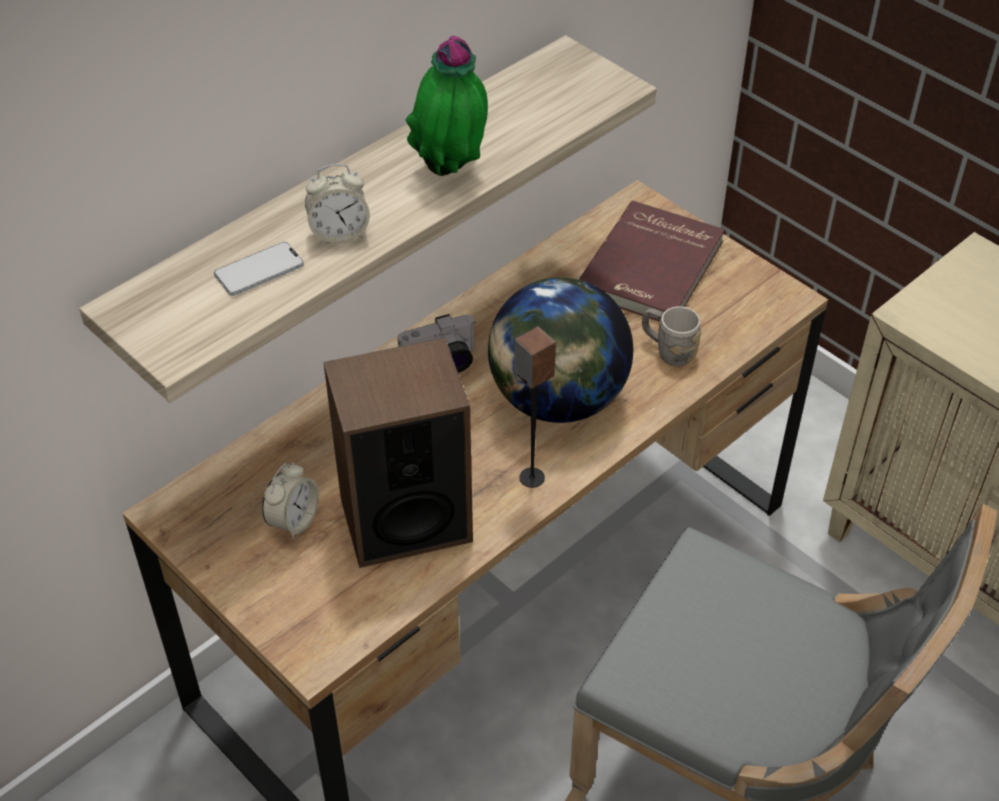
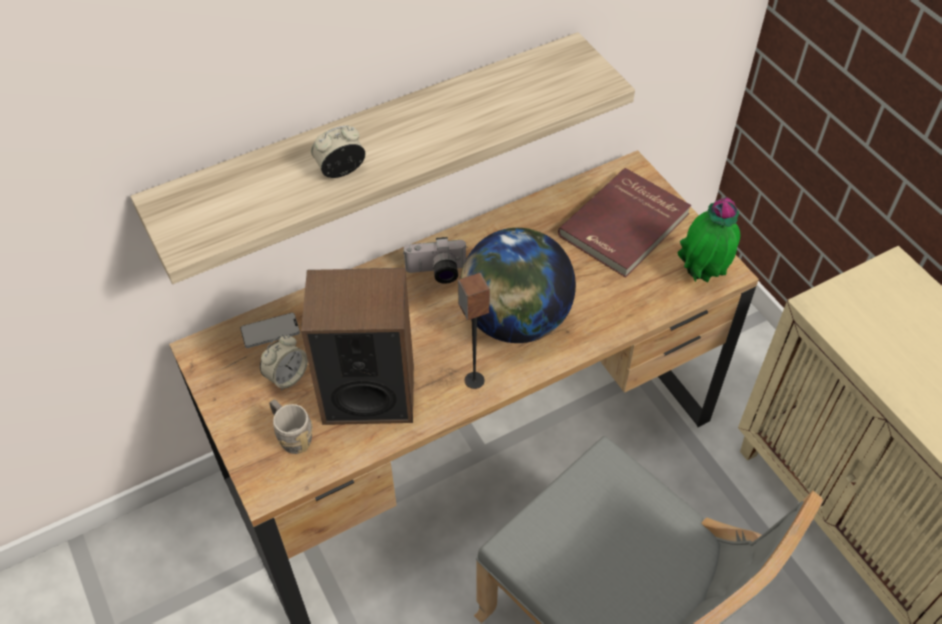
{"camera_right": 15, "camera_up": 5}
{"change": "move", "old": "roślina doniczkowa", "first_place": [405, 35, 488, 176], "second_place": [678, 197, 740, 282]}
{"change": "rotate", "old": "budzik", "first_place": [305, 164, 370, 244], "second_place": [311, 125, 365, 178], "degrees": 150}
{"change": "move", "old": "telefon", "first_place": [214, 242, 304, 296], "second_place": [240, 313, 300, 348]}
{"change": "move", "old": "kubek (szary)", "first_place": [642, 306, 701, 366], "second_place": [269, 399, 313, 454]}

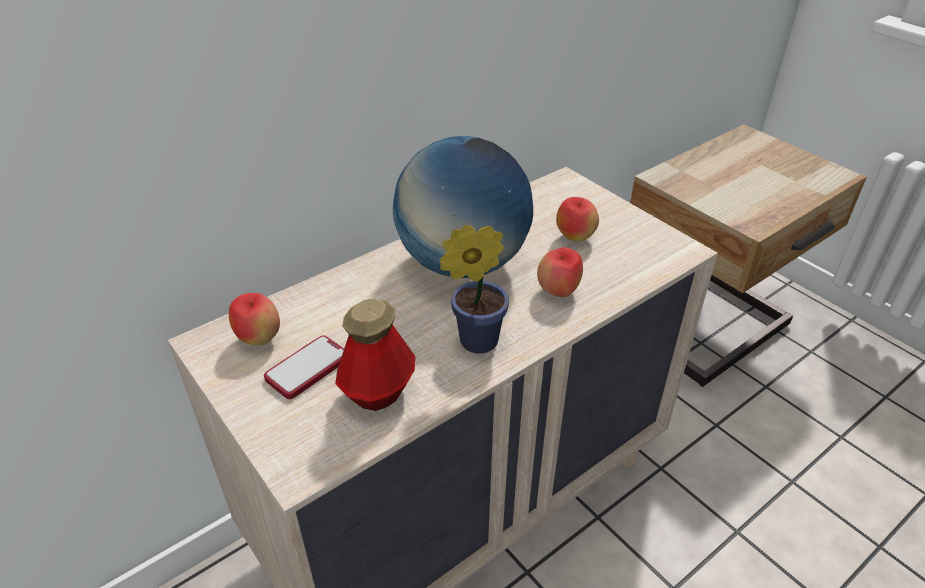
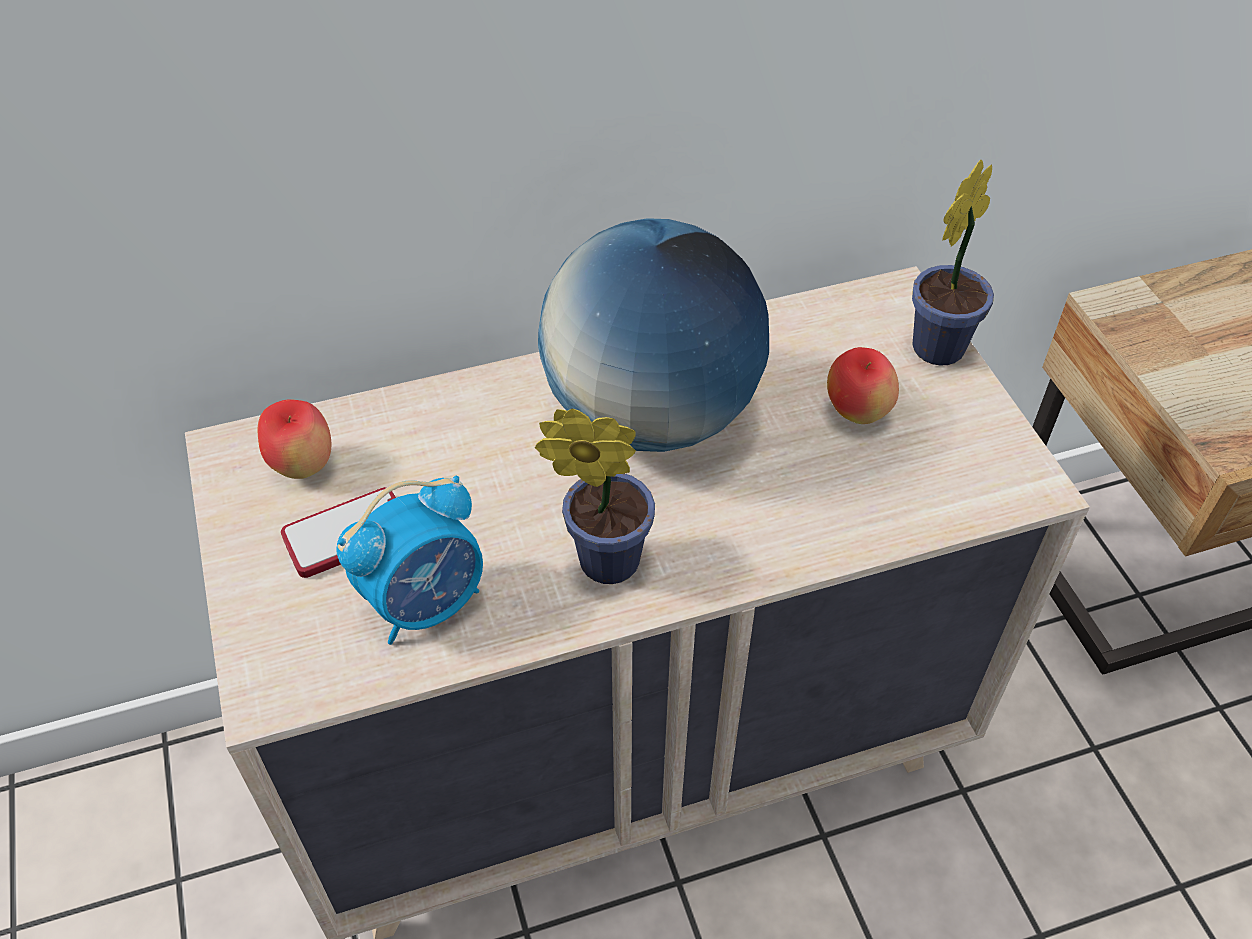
{"camera_right": 20, "camera_up": 10}
{"change": "delete", "old": "jabłko", "first_place": [537, 247, 583, 297]}
{"change": "replace", "old": "butelka", "new": "budzik", "first_place": [335, 298, 415, 411], "second_place": [337, 476, 483, 645]}
{"change": "insert", "new": "roślina doniczkowa", "second_place": [912, 160, 994, 365]}

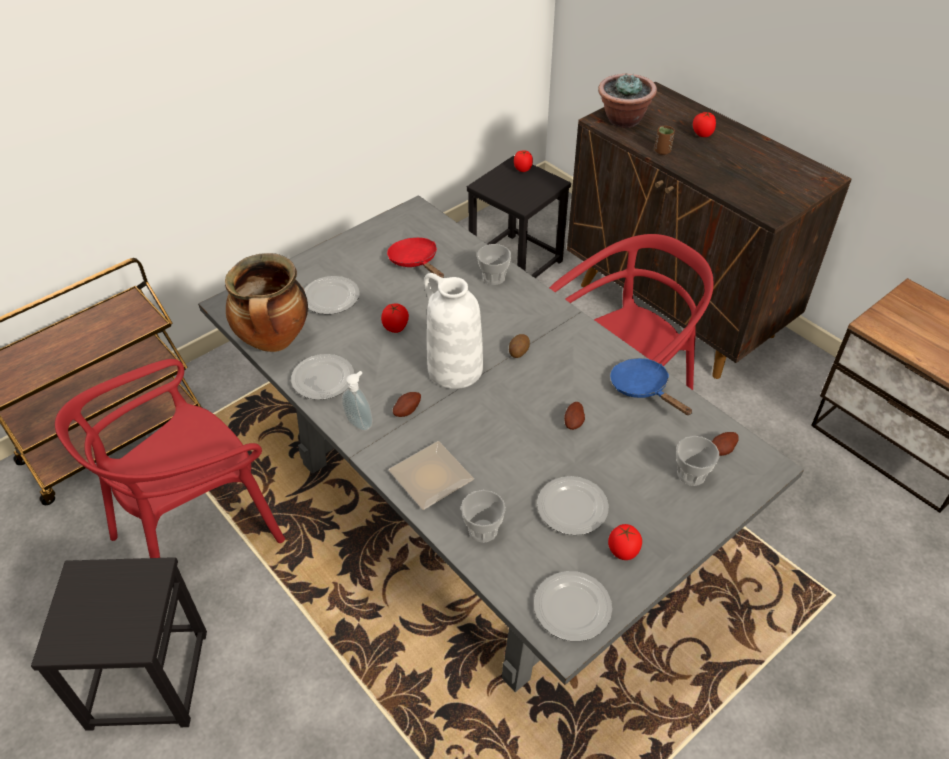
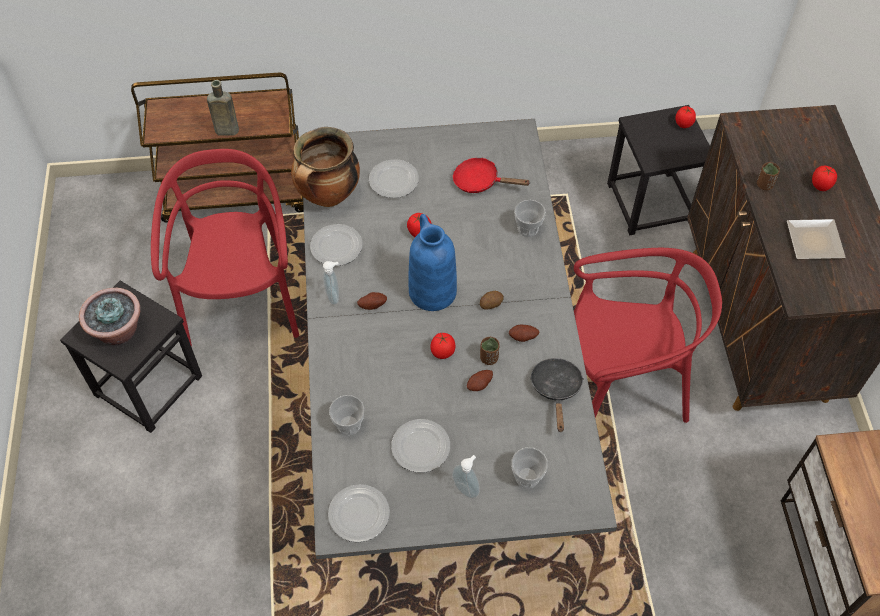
{"camera_right": 35, "camera_up": 10}
{"change": "move", "old": "roślina doniczkowa", "first_place": [598, 73, 657, 128], "second_place": [79, 288, 141, 345]}
{"change": "rotate", "old": "patelnia (czerwony)", "first_place": [387, 237, 444, 278], "second_place": [453, 157, 531, 193], "degrees": -75}
{"change": "recolor", "old": "wazon (biały)", "new": "wazon (niebieski)", "first_place": [424, 273, 483, 389], "second_place": [408, 214, 457, 311]}
{"change": "recolor", "old": "patelnia (niebieski)", "new": "patelnia (czarny)", "first_place": [610, 358, 692, 415], "second_place": [530, 358, 584, 432]}
{"change": "rotate", "old": "krzesło (czerwony)", "first_place": [55, 359, 285, 558], "second_place": [151, 149, 299, 347], "degrees": 90}
{"change": "move", "old": "ziemniak", "first_place": [712, 432, 739, 456], "second_place": [509, 324, 539, 342]}
{"change": "move", "old": "talerz", "first_place": [388, 441, 474, 510], "second_place": [787, 219, 846, 259]}
{"change": "move", "old": "pomidor", "first_place": [608, 524, 642, 560], "second_place": [430, 333, 455, 359]}
{"change": "insert", "new": "butelka (brązowy)", "second_place": [207, 80, 239, 135]}
{"change": "insert", "new": "filiżanka (brązowy)", "second_place": [480, 337, 500, 365]}
{"change": "insert", "new": "dozownik mydła", "second_place": [452, 455, 480, 498]}

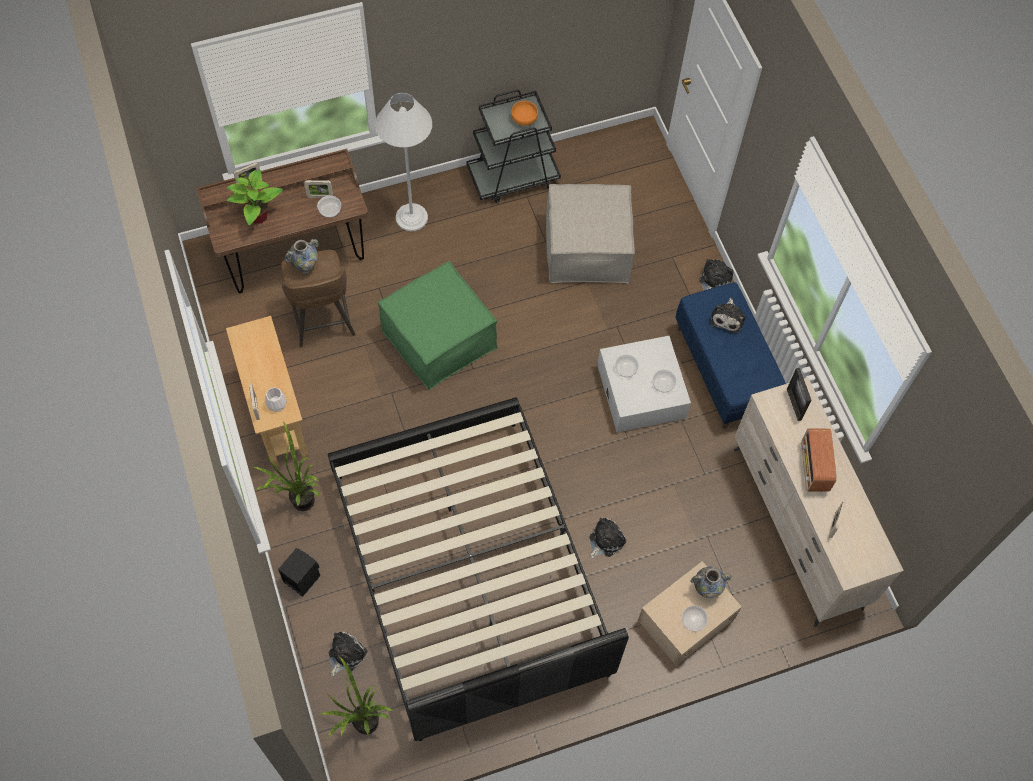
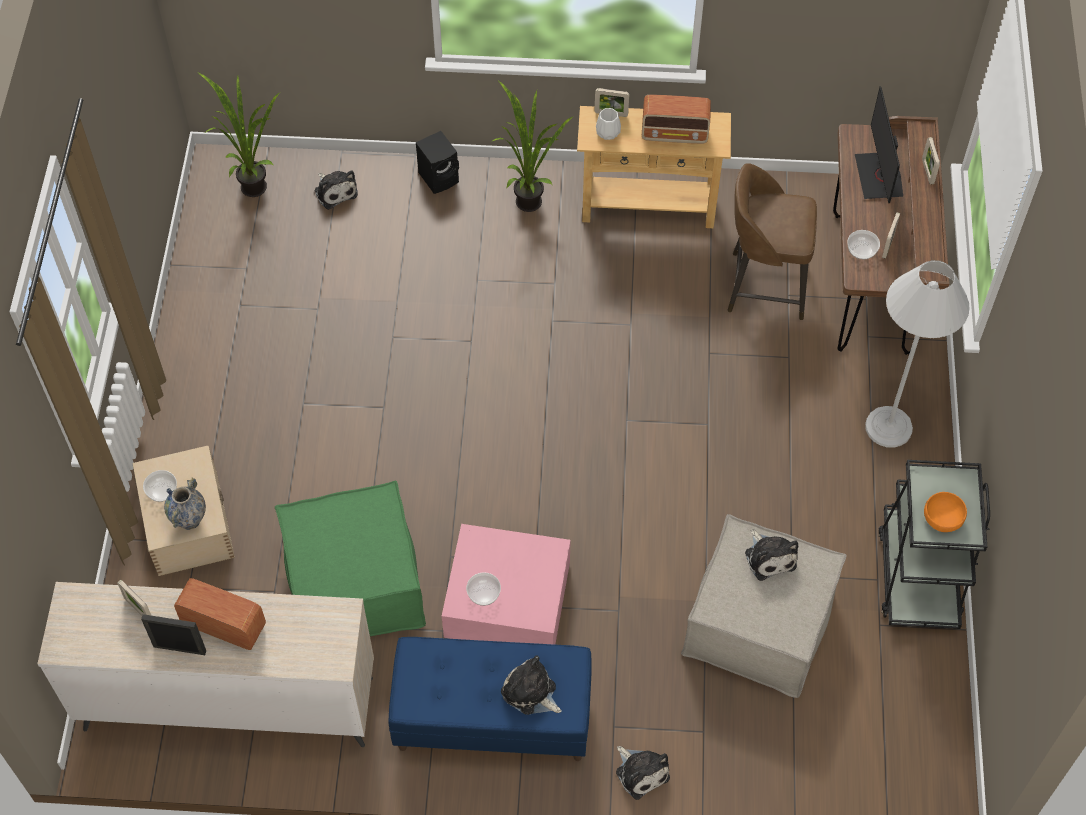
{"camera_right": 115, "camera_up": -5}
{"change": "replace", "old": "roślina doniczkowa", "new": "monitor", "first_place": [227, 170, 283, 225], "second_place": [855, 86, 903, 204]}
{"change": "delete", "old": "wazon", "first_place": [285, 239, 319, 273]}
{"change": "move", "old": "pufa (zielony)", "first_place": [378, 261, 497, 390], "second_place": [275, 481, 426, 636]}
{"change": "recolor", "old": "pojemnik do przechowywania (biały)", "new": "pojemnik do przechowywania (różowy)", "first_place": [597, 336, 691, 433], "second_place": [442, 524, 571, 645]}
{"change": "delete", "old": "miska", "first_place": [615, 355, 639, 377]}
{"change": "move", "old": "ramka na zdjęcie", "first_place": [787, 368, 812, 421], "second_place": [141, 614, 206, 655]}
{"change": "delete", "old": "łóżko (czarny)", "first_place": [328, 397, 629, 741]}
{"change": "move", "old": "pluszak", "first_place": [590, 518, 626, 559], "second_place": [745, 529, 798, 581]}
{"change": "insert", "new": "radio", "second_place": [642, 94, 711, 144]}

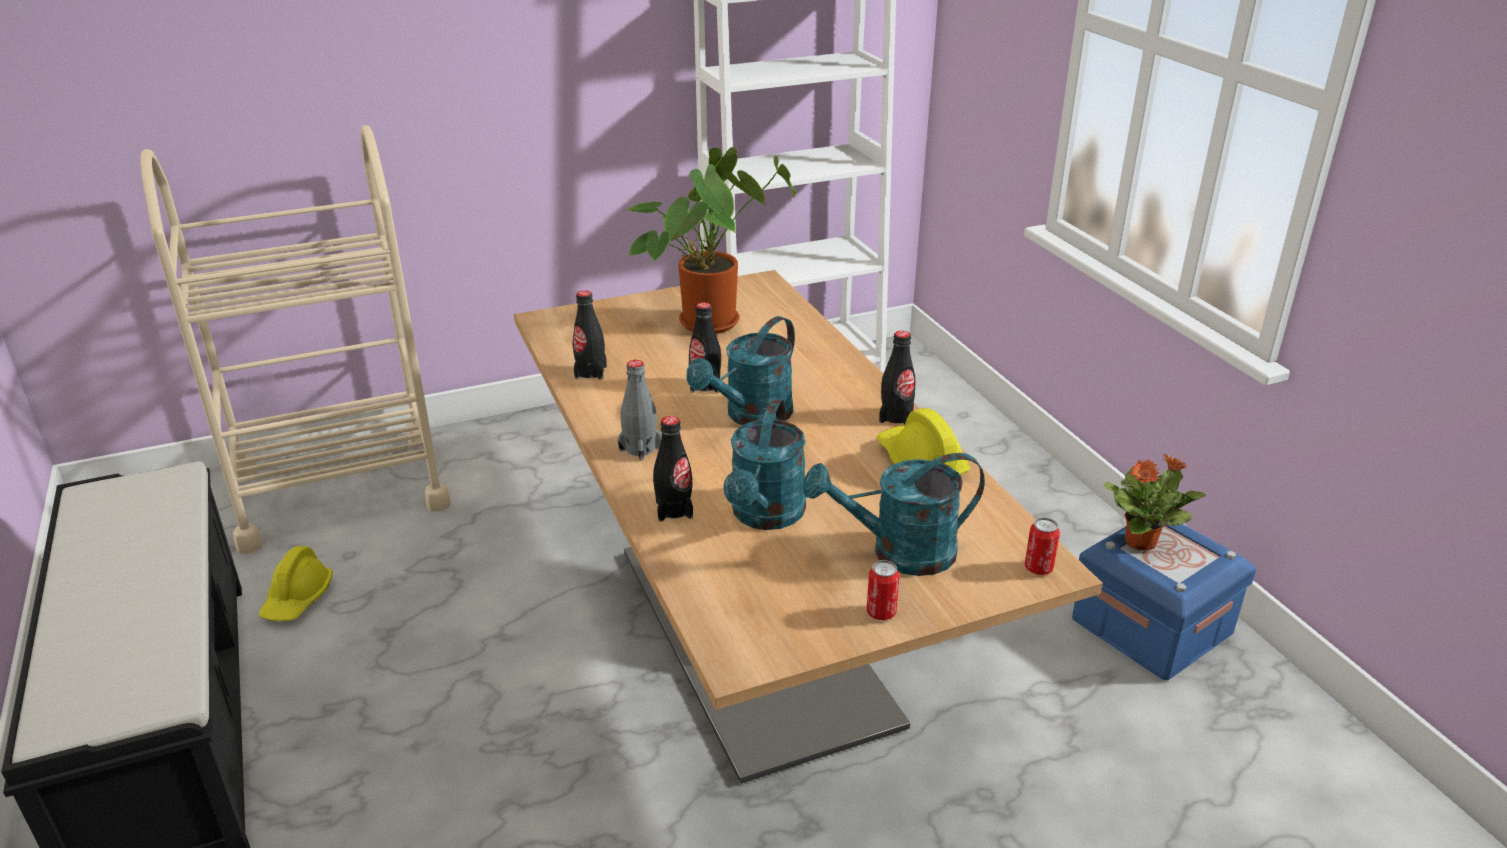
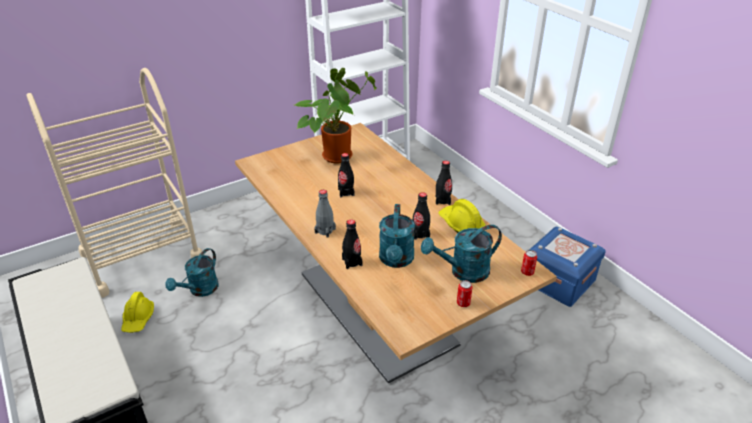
{"camera_right": -10, "camera_up": 5}
{"change": "move", "old": "butelka (czarny)", "first_place": [572, 290, 607, 380], "second_place": [413, 192, 430, 240]}
{"change": "move", "old": "konewka (turkusowy)", "first_place": [686, 316, 795, 425], "second_place": [165, 248, 219, 297]}
{"change": "delete", "old": "roślina doniczkowa", "first_place": [1104, 454, 1206, 550]}

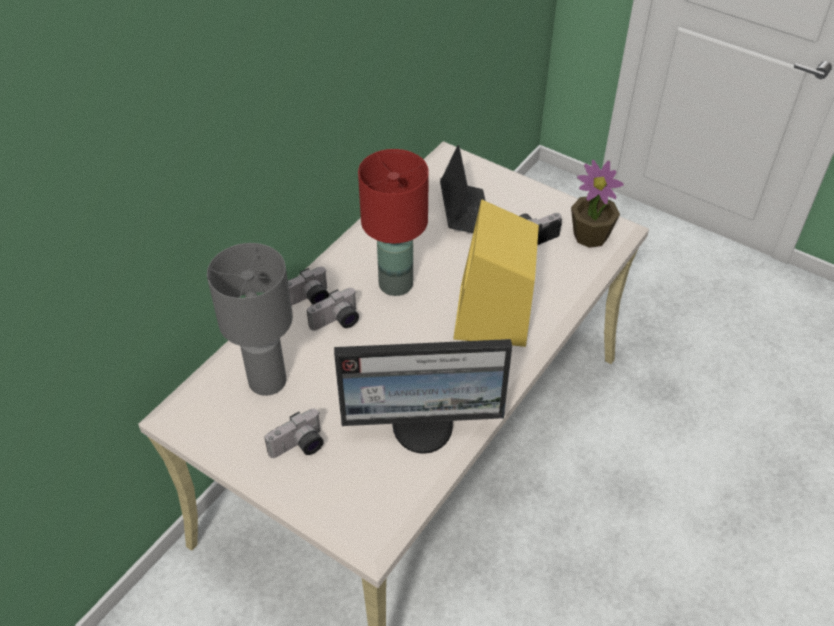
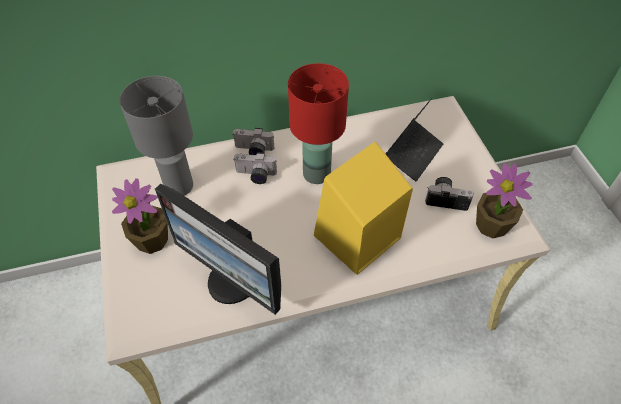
{"camera_right": 40, "camera_up": 5}
{"change": "replace", "old": "aparat fotograficzny", "new": "roślina doniczkowa", "first_place": [265, 408, 324, 458], "second_place": [112, 178, 168, 254]}

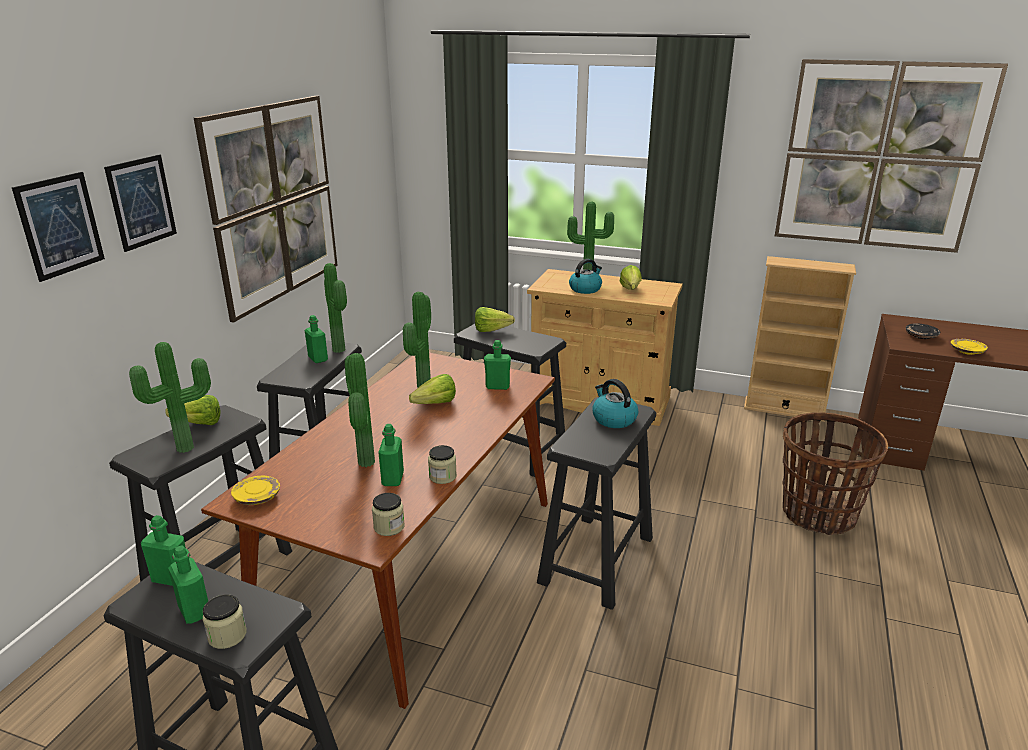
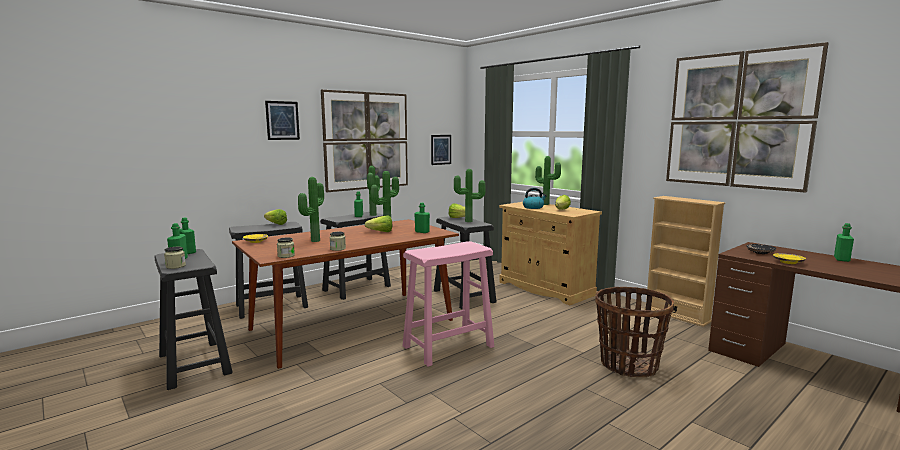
{"camera_right": 30, "camera_up": -15}
{"change": "move", "old": "obraz", "first_place": [12, 172, 105, 282], "second_place": [431, 135, 451, 165]}
{"change": "move", "old": "roślina doniczkowa", "first_place": [129, 342, 211, 453], "second_place": [454, 169, 485, 222]}
{"change": "delete", "old": "czajnik", "first_place": [592, 379, 638, 428]}
{"change": "recolor", "old": "stołek (czarny)", "new": "stołek (różowy)", "first_place": [537, 397, 656, 610], "second_place": [403, 242, 494, 367]}
{"change": "move", "old": "butelka (zielony)", "first_place": [378, 424, 404, 486], "second_place": [834, 223, 854, 262]}

